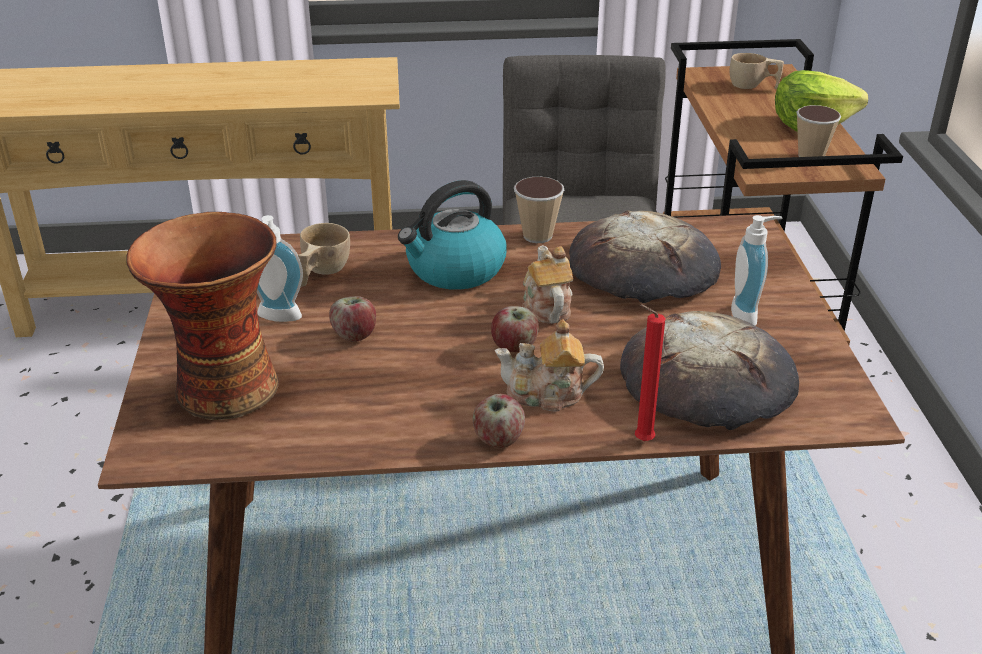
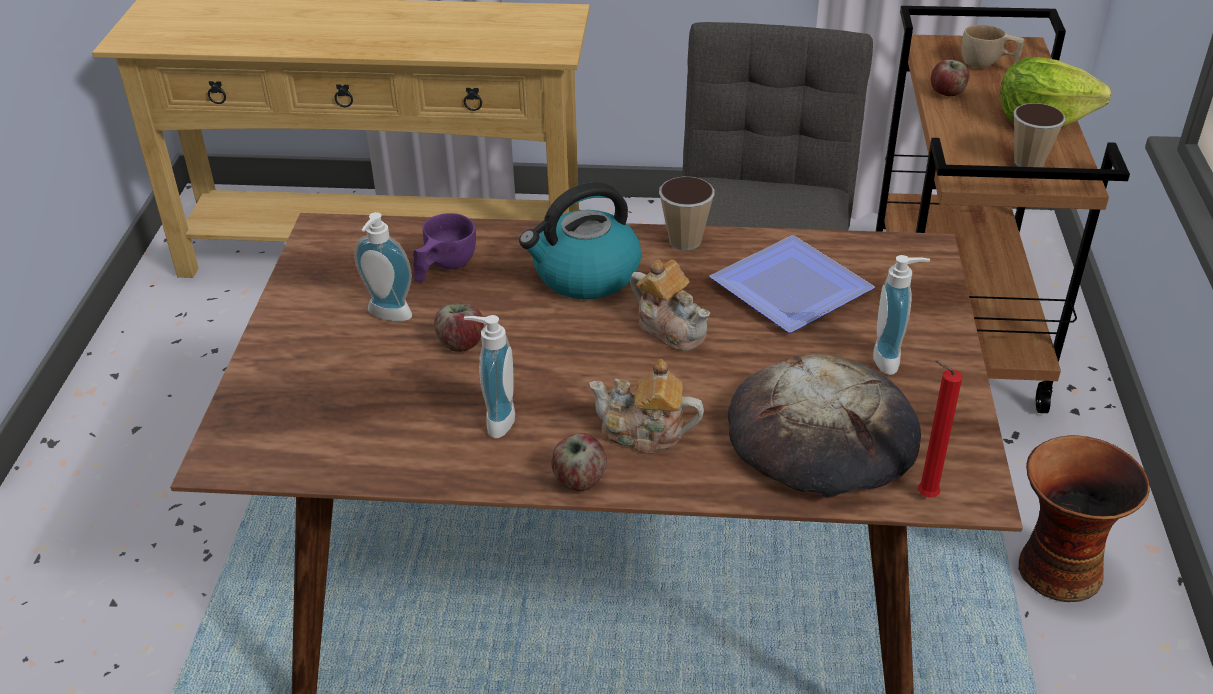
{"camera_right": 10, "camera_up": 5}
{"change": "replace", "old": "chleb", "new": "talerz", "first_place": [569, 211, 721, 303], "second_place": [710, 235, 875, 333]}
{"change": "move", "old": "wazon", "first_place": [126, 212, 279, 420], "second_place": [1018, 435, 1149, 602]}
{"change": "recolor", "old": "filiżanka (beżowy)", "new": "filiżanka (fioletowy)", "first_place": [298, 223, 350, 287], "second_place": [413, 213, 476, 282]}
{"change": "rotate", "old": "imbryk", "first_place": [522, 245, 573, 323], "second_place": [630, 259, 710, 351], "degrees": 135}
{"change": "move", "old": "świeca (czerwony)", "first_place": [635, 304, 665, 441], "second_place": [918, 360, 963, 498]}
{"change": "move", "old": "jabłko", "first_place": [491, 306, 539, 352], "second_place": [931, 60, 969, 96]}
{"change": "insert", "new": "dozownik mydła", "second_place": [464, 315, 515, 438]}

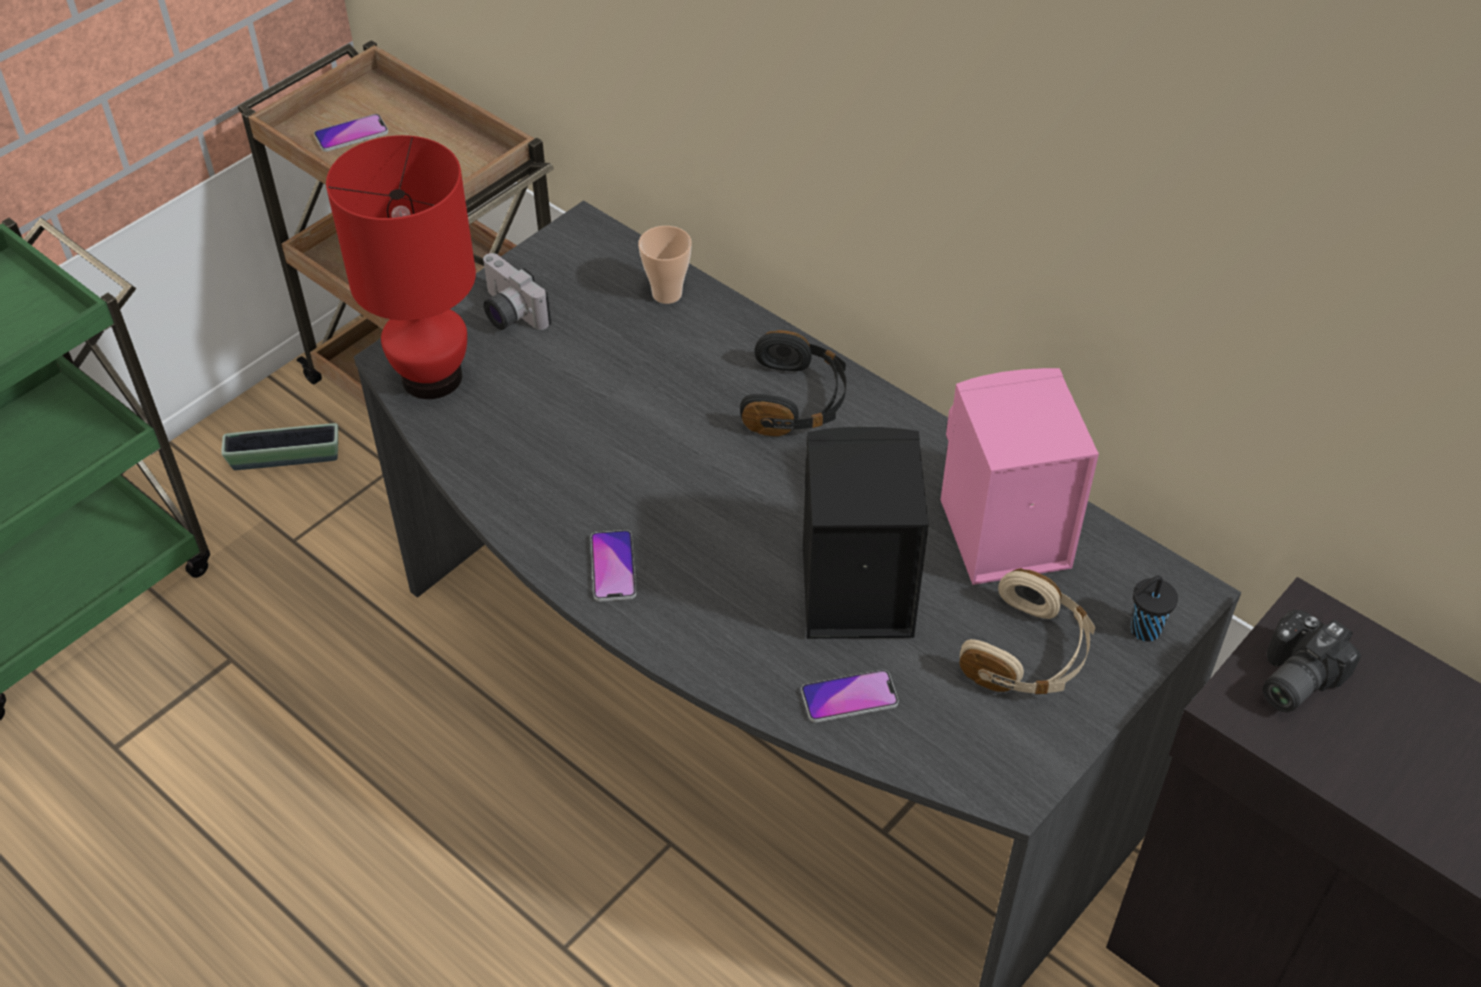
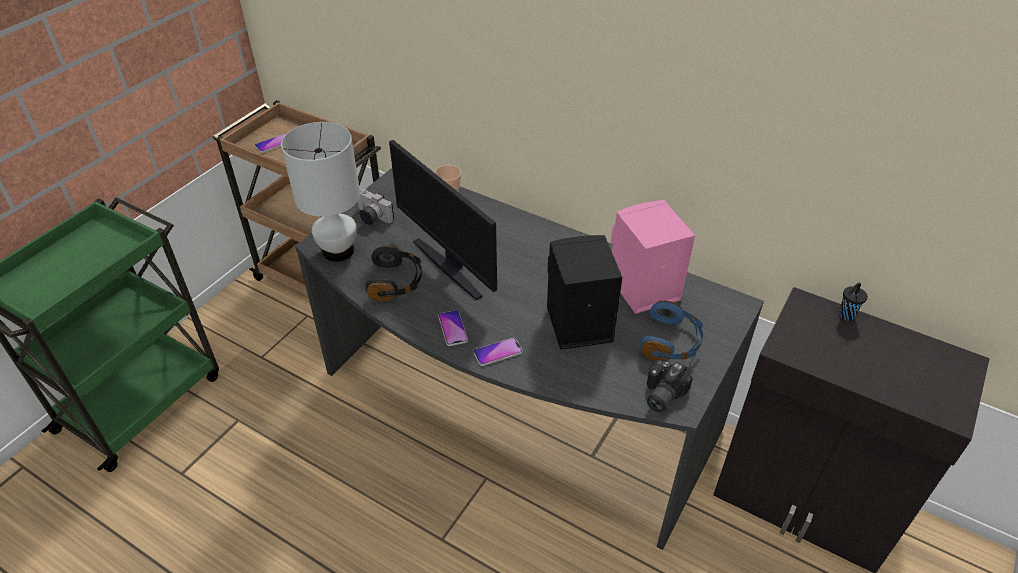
{"camera_right": -10, "camera_up": -5}
{"change": "recolor", "old": "lampa stołowa (czerwony)", "new": "lampa stołowa (biały)", "first_place": [326, 135, 476, 399], "second_place": [281, 122, 360, 262]}
{"change": "move", "old": "słuchawki (czarny)", "first_place": [740, 330, 846, 436], "second_place": [366, 246, 422, 301]}
{"change": "delete", "old": "donica", "first_place": [221, 423, 338, 470]}
{"change": "recolor", "old": "słuchawki (beżowy)", "new": "słuchawki (niebieski)", "first_place": [959, 568, 1095, 694], "second_place": [640, 300, 703, 361]}
{"change": "move", "old": "filiżanka (czarny)", "first_place": [1131, 576, 1178, 641], "second_place": [839, 282, 868, 321]}
{"change": "move", "old": "aparat fotograficzny", "first_place": [1263, 610, 1361, 712], "second_place": [647, 360, 693, 412]}
{"change": "move", "old": "telefon", "first_place": [801, 670, 898, 723], "second_place": [474, 337, 523, 366]}
{"change": "insert", "new": "monitor", "second_place": [389, 140, 497, 300]}

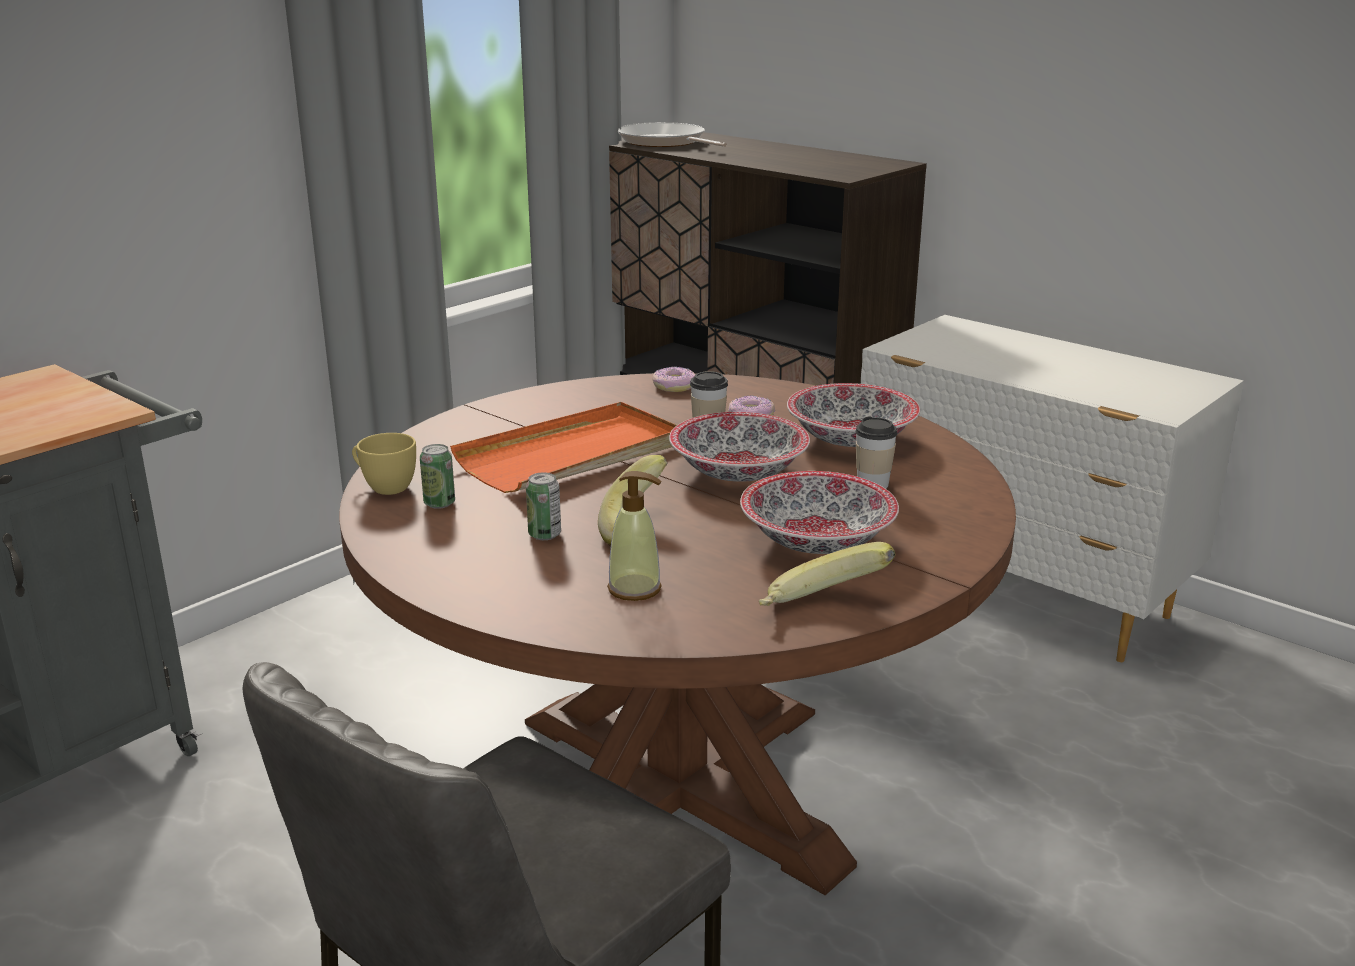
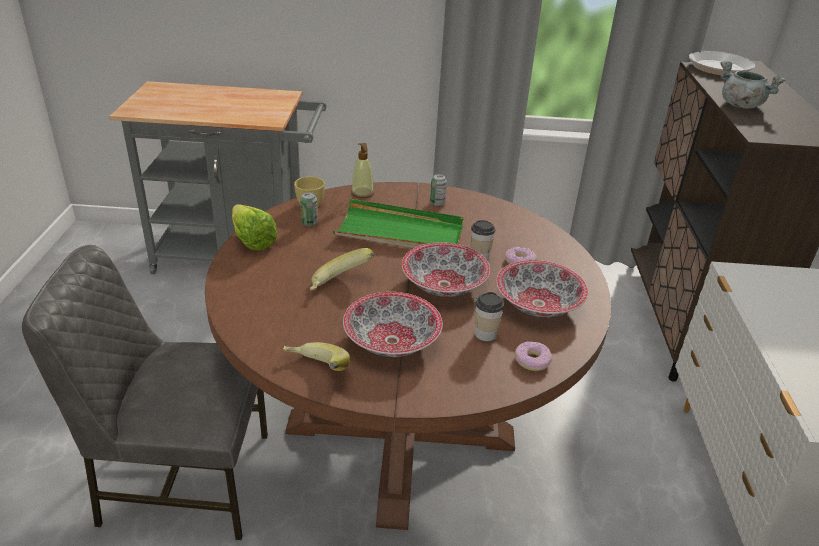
{"camera_right": 50, "camera_up": 10}
{"change": "move", "old": "donut", "first_place": [652, 367, 695, 392], "second_place": [515, 341, 552, 371]}
{"change": "recolor", "old": "taca (pomarańczowy)", "new": "taca (zielony)", "first_place": [450, 402, 677, 493], "second_place": [333, 199, 464, 248]}
{"change": "move", "old": "dozownik mydła", "first_place": [607, 471, 662, 601], "second_place": [351, 143, 374, 198]}
{"change": "move", "old": "puszka", "first_place": [526, 472, 561, 540], "second_place": [430, 174, 447, 206]}
{"change": "insert", "new": "garnek (szary)", "second_place": [720, 61, 786, 109]}
{"change": "insert", "new": "sałata", "second_place": [232, 204, 278, 251]}

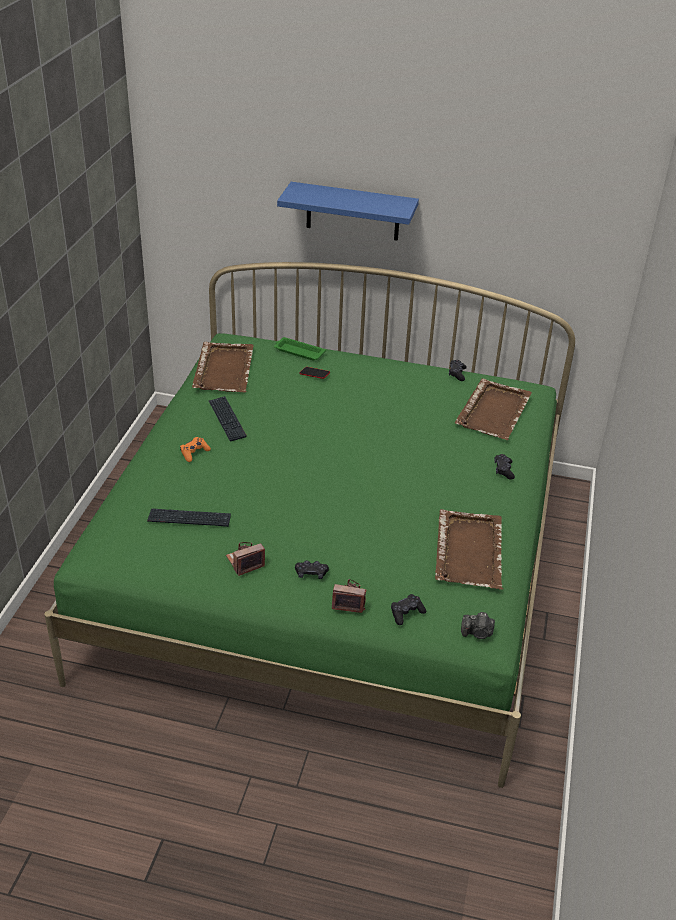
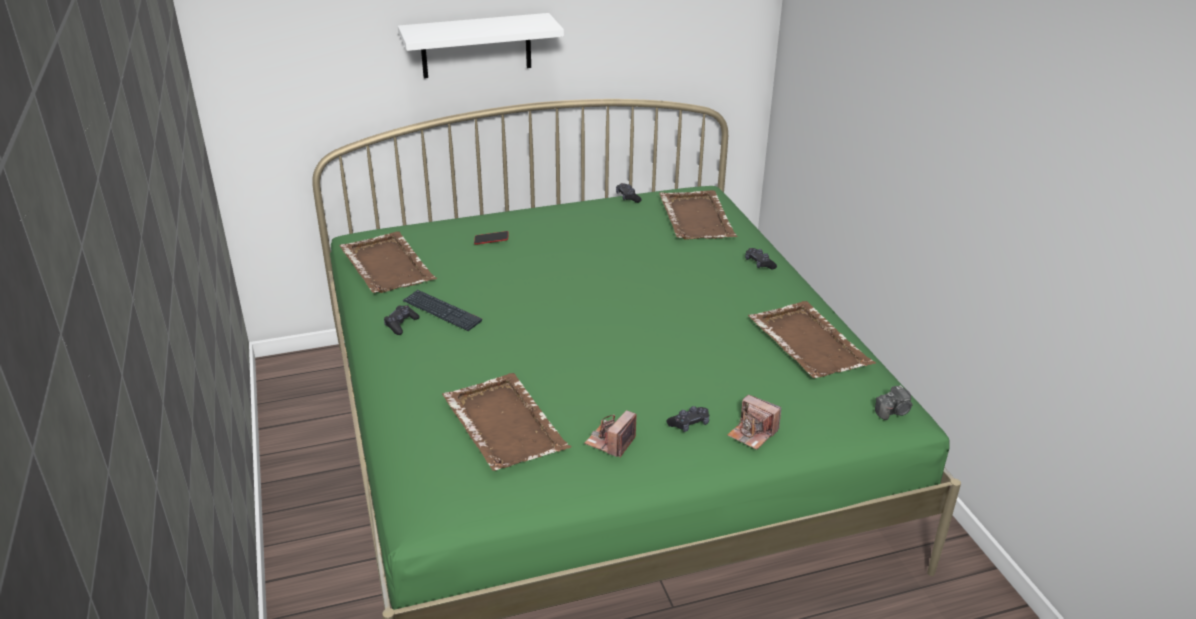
{"camera_right": -30, "camera_up": -5}
{"change": "recolor", "old": "półka (niebieski)", "new": "półka (biały)", "first_place": [277, 182, 419, 241], "second_place": [398, 13, 564, 78]}
{"change": "delete", "old": "taca (zielony)", "first_place": [274, 337, 326, 360]}
{"change": "delete", "old": "pad do gier (pomarańczowy)", "first_place": [180, 437, 211, 462]}
{"change": "replace", "old": "klawiatura", "new": "taca (brązowy)", "first_place": [147, 508, 231, 527], "second_place": [442, 373, 571, 471]}
{"change": "rotate", "old": "aparat fotograficzny", "first_place": [332, 579, 366, 613], "second_place": [727, 395, 781, 450], "degrees": -120}
{"change": "move", "old": "pad do gier (czarny)", "first_place": [391, 594, 426, 625], "second_place": [384, 305, 420, 335]}

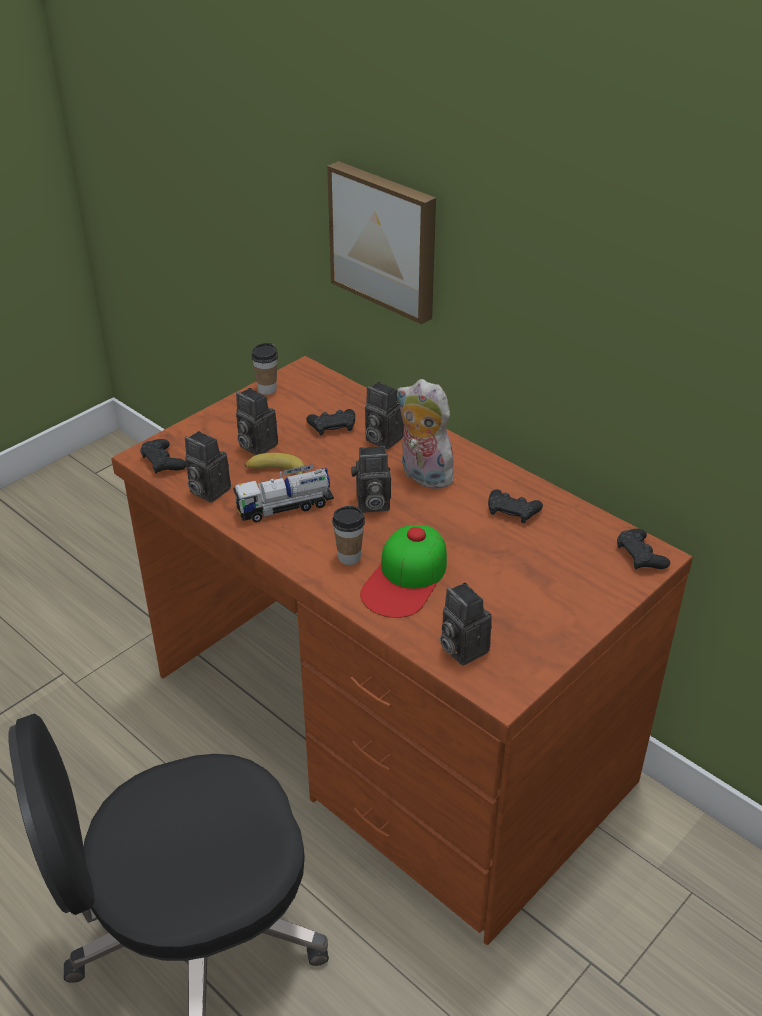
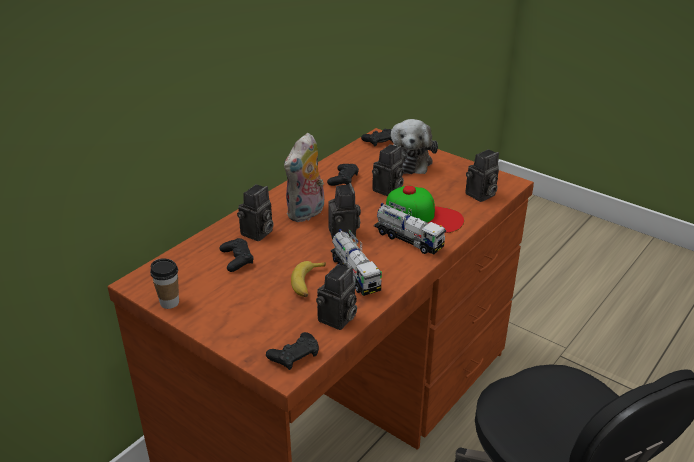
{"camera_right": -95, "camera_up": -5}
{"change": "delete", "old": "obraz", "first_place": [327, 161, 436, 325]}
{"change": "move", "old": "aparat fotograficzny", "first_place": [236, 388, 278, 455], "second_place": [372, 144, 404, 196]}
{"change": "replace", "old": "filiżanka", "new": "ciężarówka zabawkowa", "first_place": [332, 506, 365, 565], "second_place": [374, 201, 446, 254]}
{"change": "insert", "new": "pluszak", "second_place": [391, 119, 438, 174]}

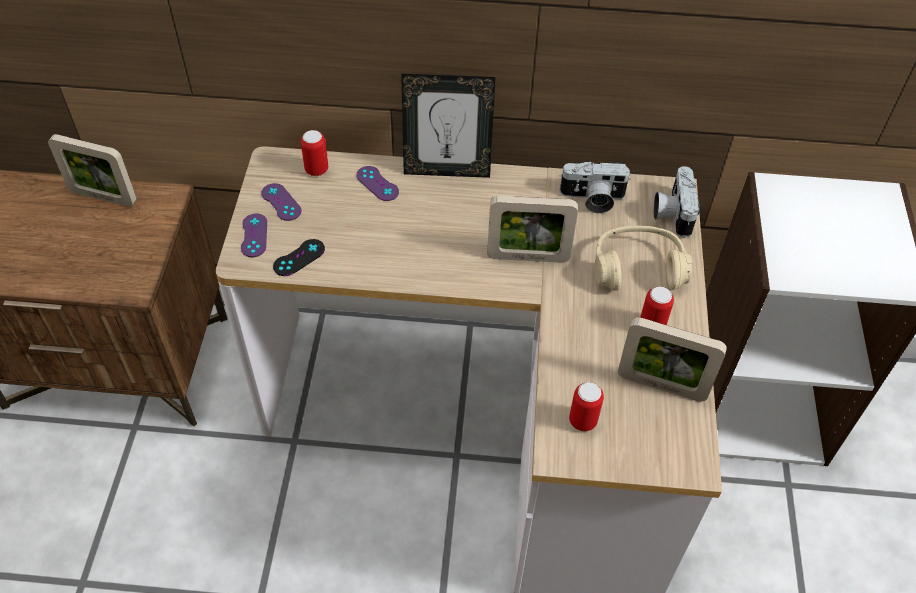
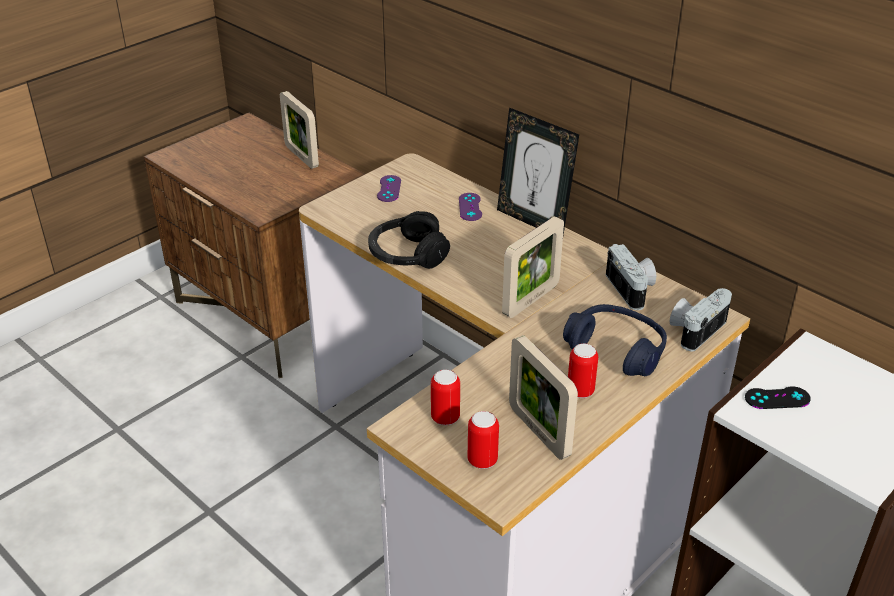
{"camera_right": 40, "camera_up": -15}
{"change": "move", "old": "puszka", "first_place": [301, 130, 328, 176], "second_place": [468, 411, 499, 469]}
{"change": "rotate", "old": "aparat fotograficzny", "first_place": [559, 161, 631, 213], "second_place": [606, 244, 656, 310], "degrees": -150}
{"change": "rotate", "old": "ramka na zdjęcie", "first_place": [487, 196, 578, 263], "second_place": [502, 217, 564, 318], "degrees": -90}
{"change": "delete", "old": "pad do gier (fioletowy)", "first_place": [241, 214, 267, 257]}
{"change": "recolor", "old": "słuchawki (beżowy)", "new": "słuchawki (niebieski)", "first_place": [595, 226, 692, 291], "second_place": [563, 304, 667, 376]}
{"change": "move", "old": "pad do gier (czarny)", "first_place": [273, 239, 325, 276], "second_place": [745, 386, 811, 409]}
{"change": "insert", "new": "słuchawki (czarny)", "second_place": [368, 211, 450, 269]}

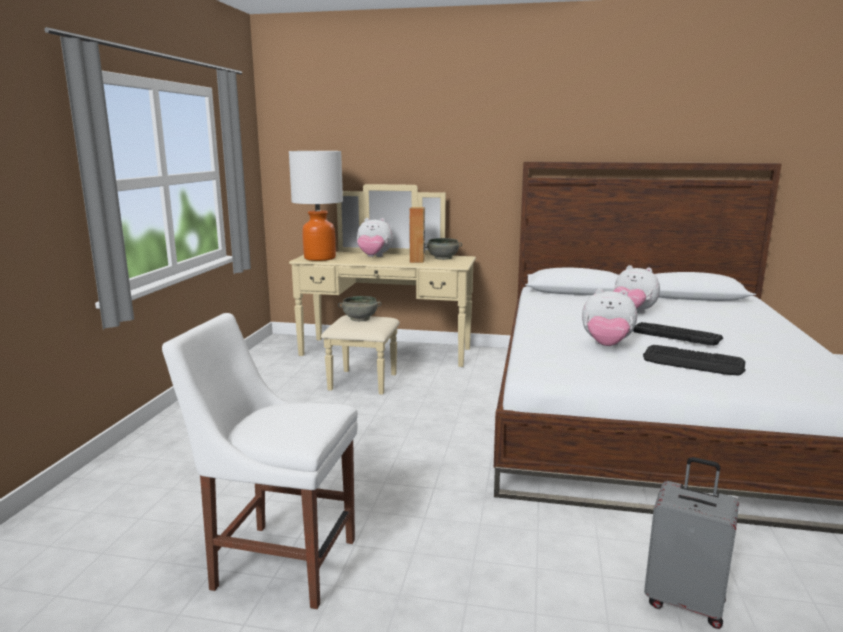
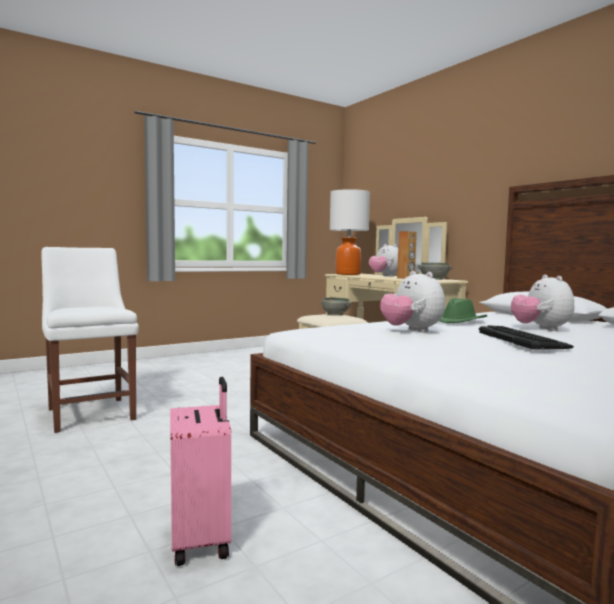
{"camera_right": 45, "camera_up": -10}
{"change": "delete", "old": "klawiatura", "first_place": [643, 345, 746, 376]}
{"change": "recolor", "old": "walizka (szary)", "new": "walizka (różowy)", "first_place": [644, 457, 739, 629], "second_place": [170, 377, 231, 566]}
{"change": "insert", "new": "kapelusz (zielony)", "second_place": [439, 298, 487, 323]}

